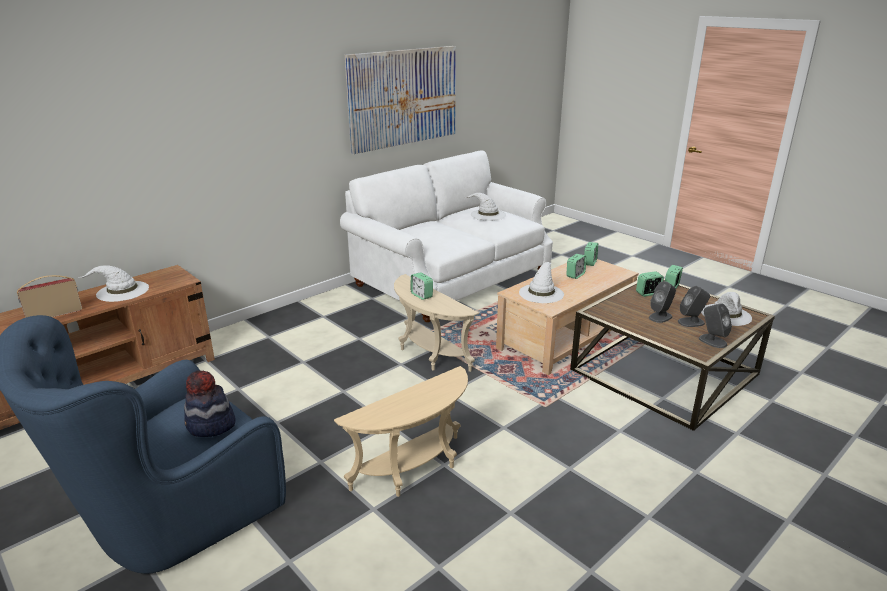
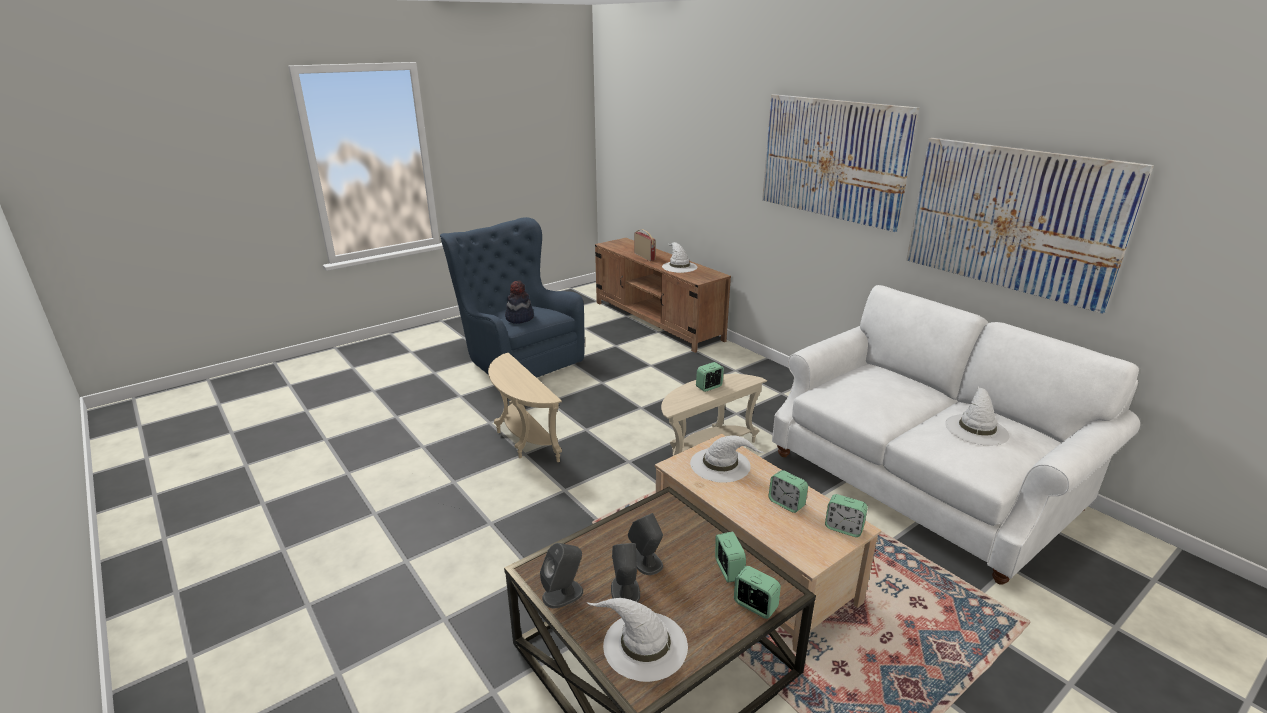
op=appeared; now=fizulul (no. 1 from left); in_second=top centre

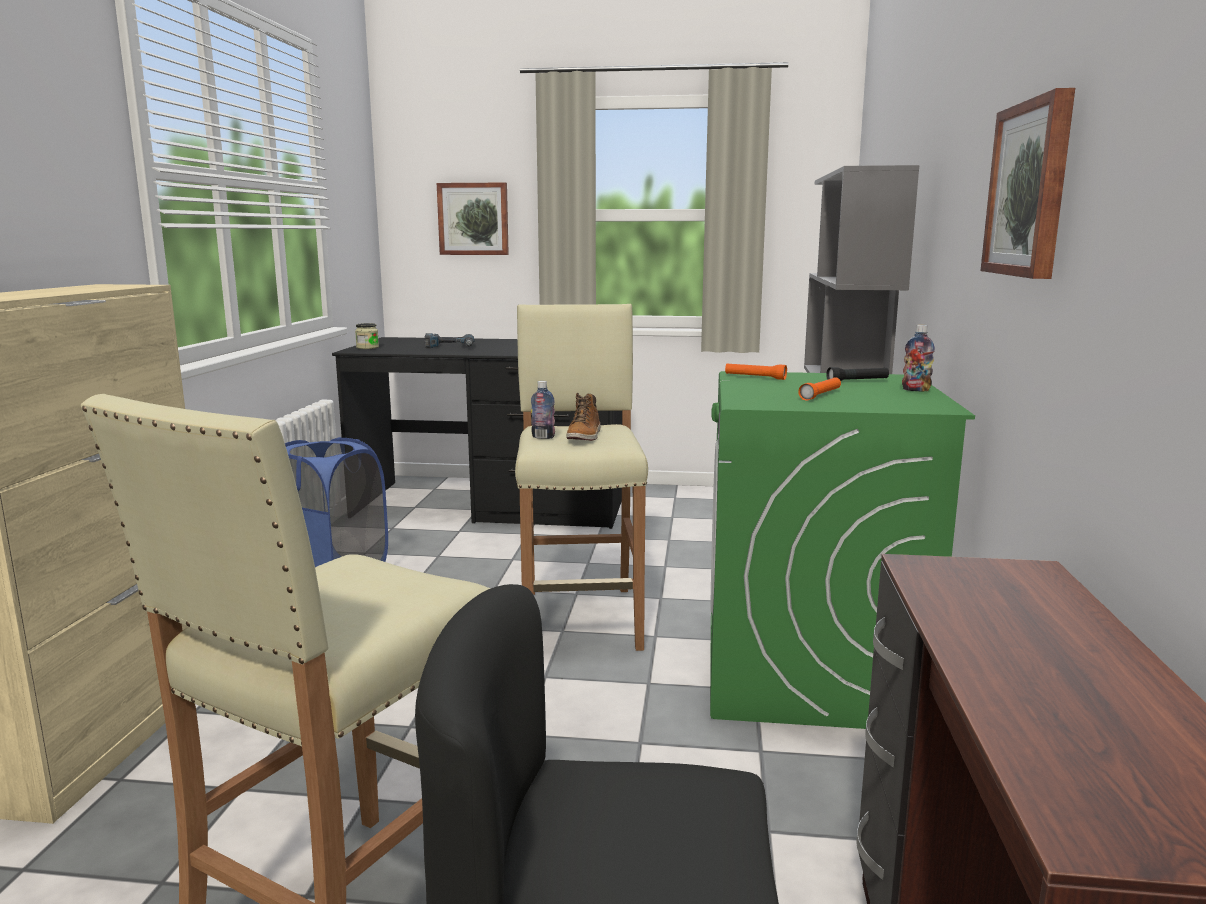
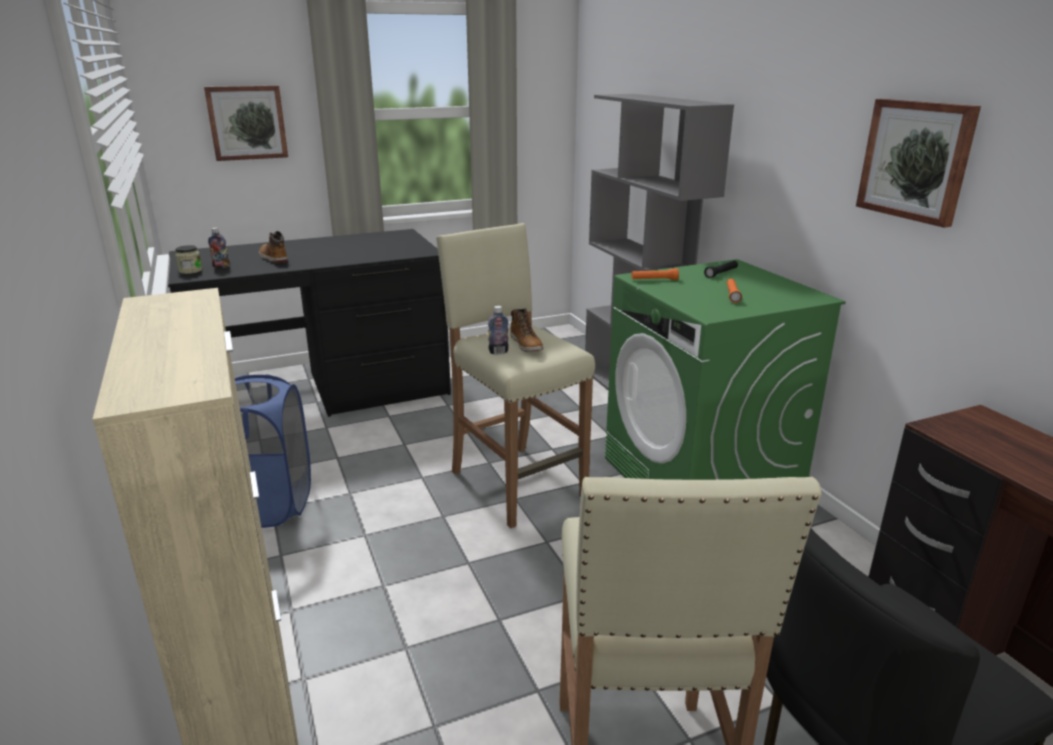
op=exchanged; was=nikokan; now=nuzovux (no. 1 from left); in_first=centre; in_second=top left
op=relocated; was=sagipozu (no. 2 from left in the first image); now=sagipozu (no. 1 from left); in_first=middle right; in_second=top left

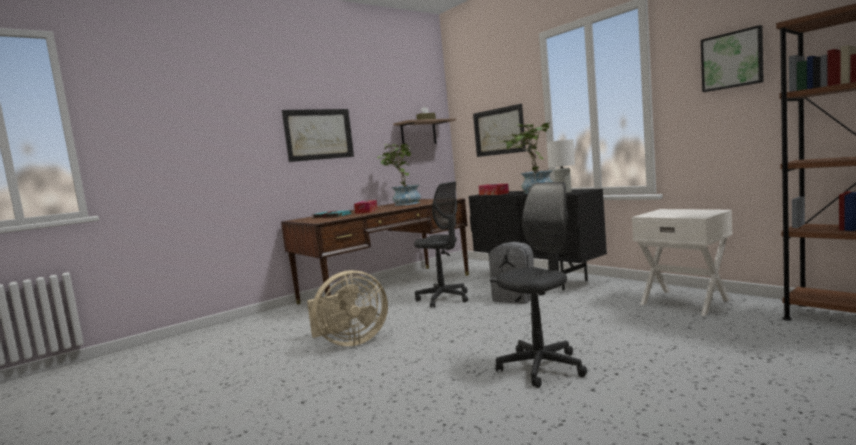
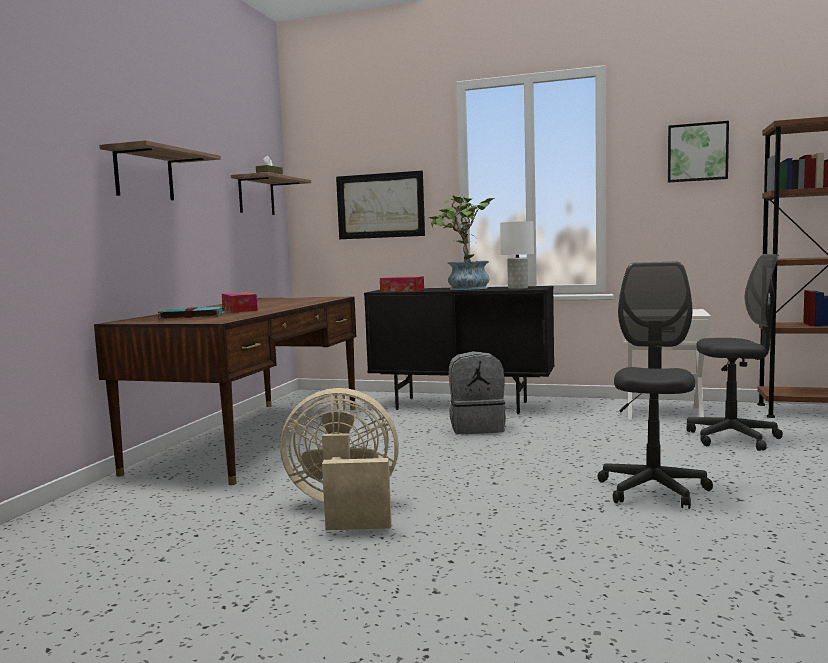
op=exchanged; was=fizulul (no. 1 from left); now=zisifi (no. 1 from left); in_first=top centre; in_second=top left
op=spun; was=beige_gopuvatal; in_first=bottom centre; in_second=bottom centre; clockwise=-120
op=missing; was=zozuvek (no. 1 from left); in_first=centre
op=relocated; was=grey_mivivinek (no. 1 from left in the first image); now=grey_mivivinek (no. 2 from left); in_first=centre; in_second=middle right

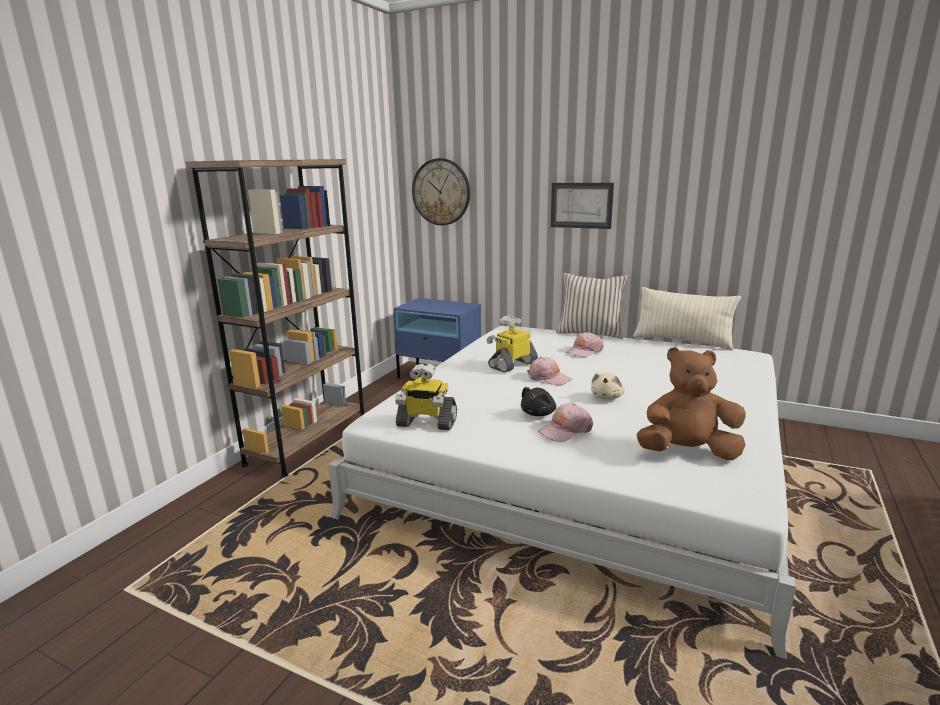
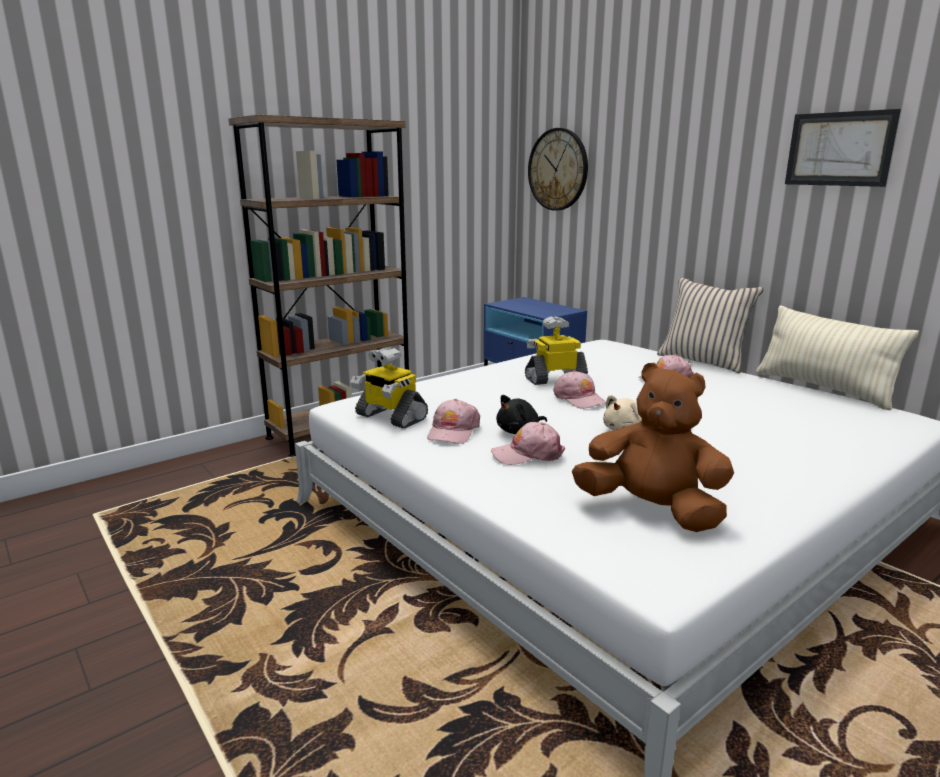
op=relocated; was=fizulul; in_first=top centre; in_second=top right
op=appeared; now=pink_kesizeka (no. 1 from left); in_second=centre

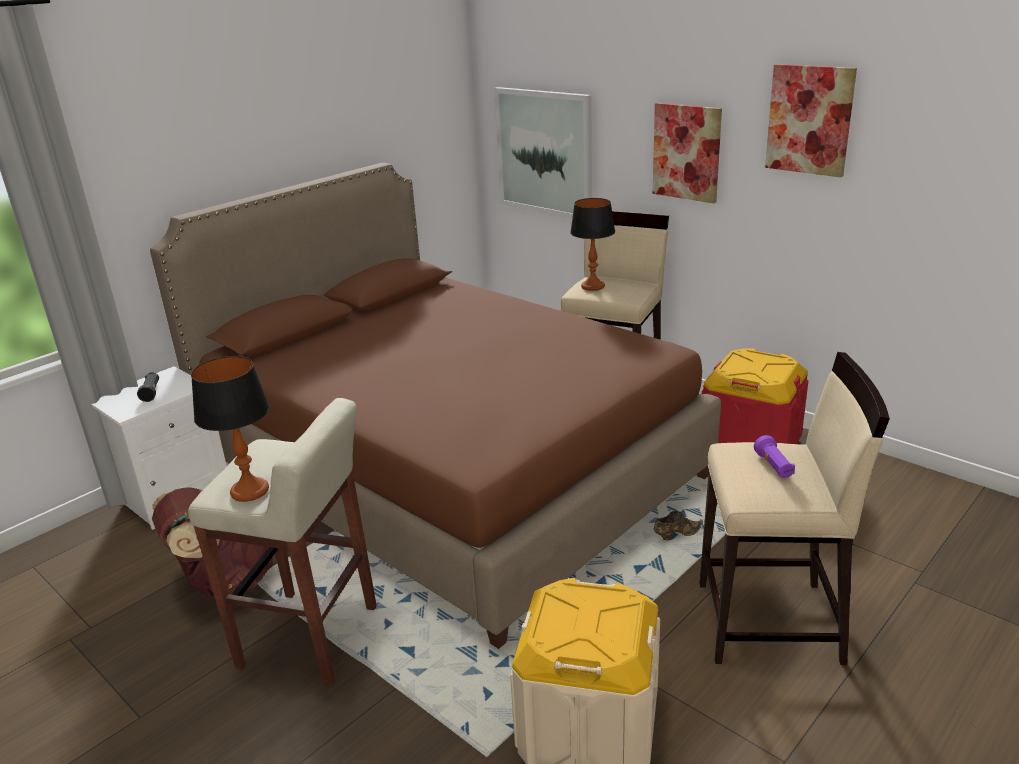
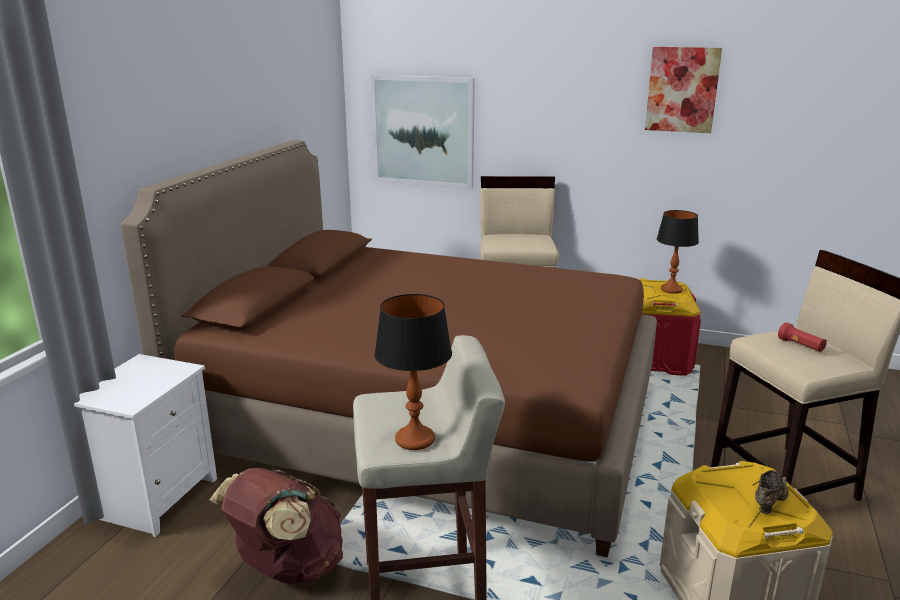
op=missing; was=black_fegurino; in_first=middle left
op=relocated; was=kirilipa (no. 2 from left); in_first=top centre; in_second=middle right
op=missing; was=fizulul (no. 2 from left); in_first=top right
op=relocated; was=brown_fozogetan; in_first=bottom centre; in_second=bottom right
op=colour; was=purple_fegurino; now=red_fegurino; in_first=middle right; in_second=middle right

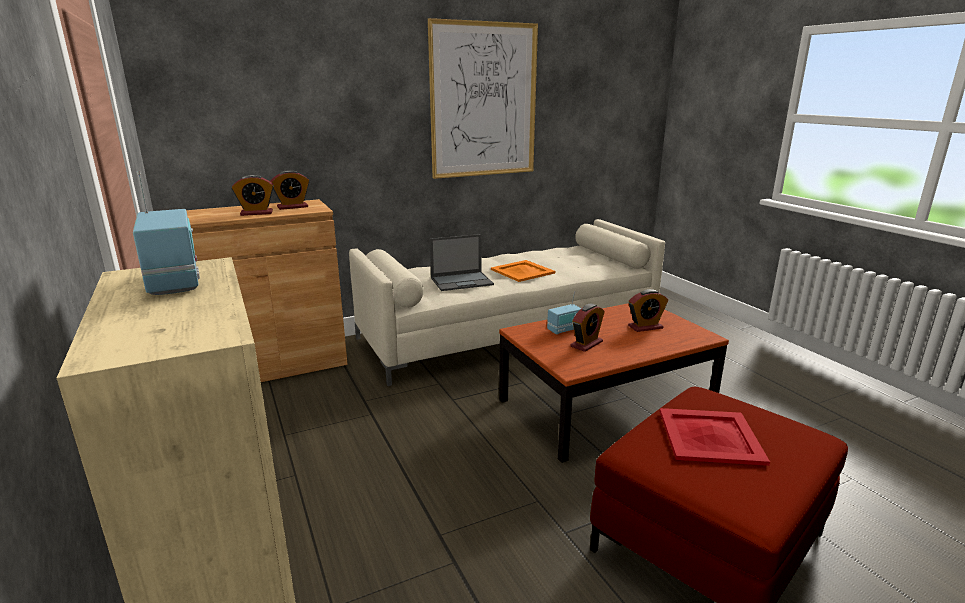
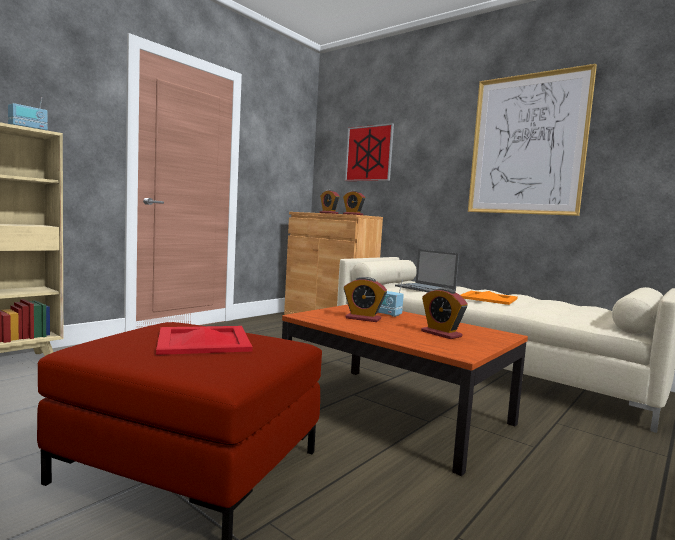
op=appeared; now=fizulul (no. 1 from left); in_second=top centre

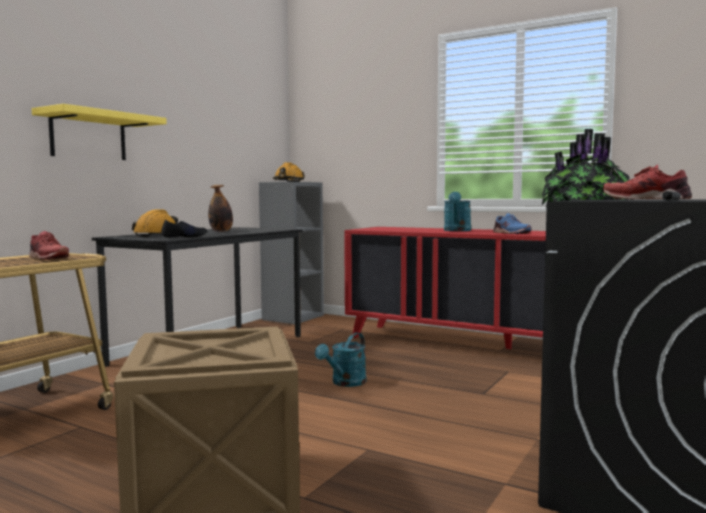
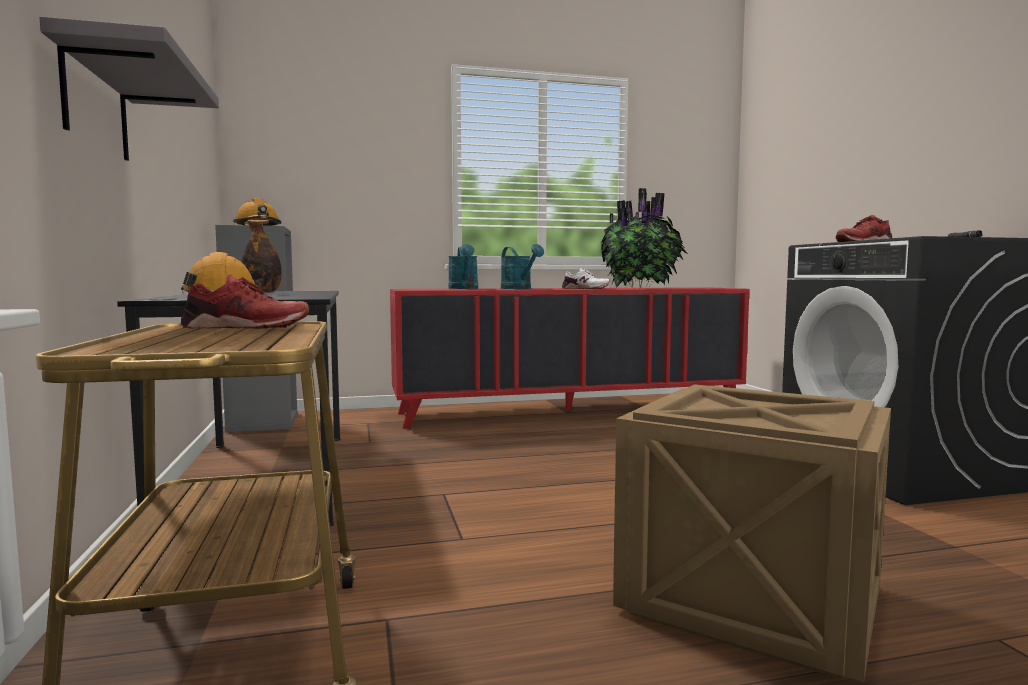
op=colour; was=yellow_zisifi; now=grey_zisifi; in_first=top left; in_second=top left
op=missing; was=black_fozogetan; in_first=middle left
op=relocated; was=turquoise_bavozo (no. 1 from left); in_first=bottom centre; in_second=centre
op=colour; was=blue_fozogetan; now=white_fozogetan; in_first=middle right; in_second=centre

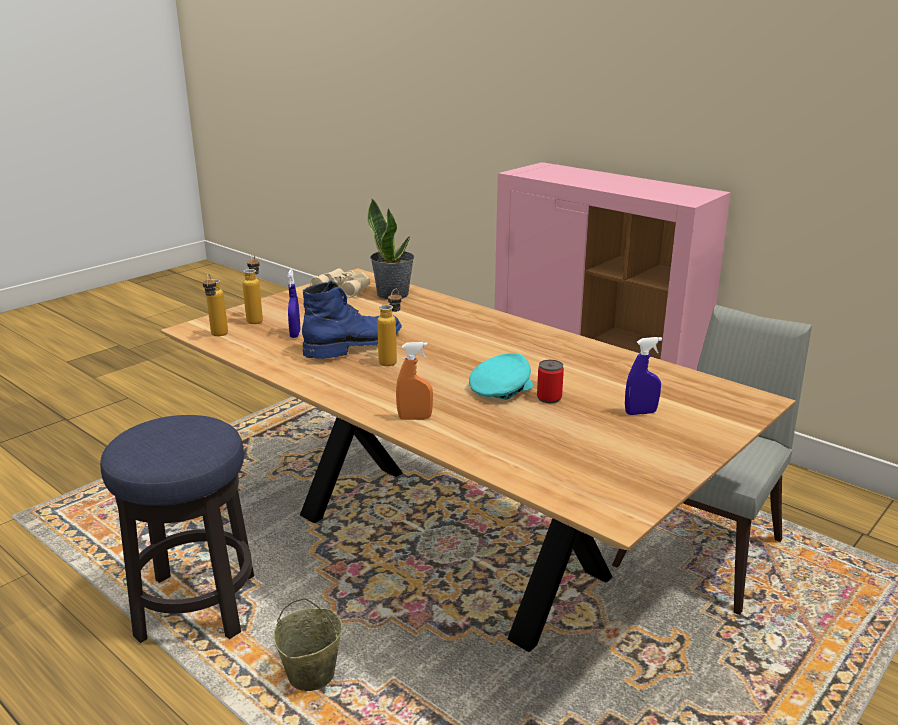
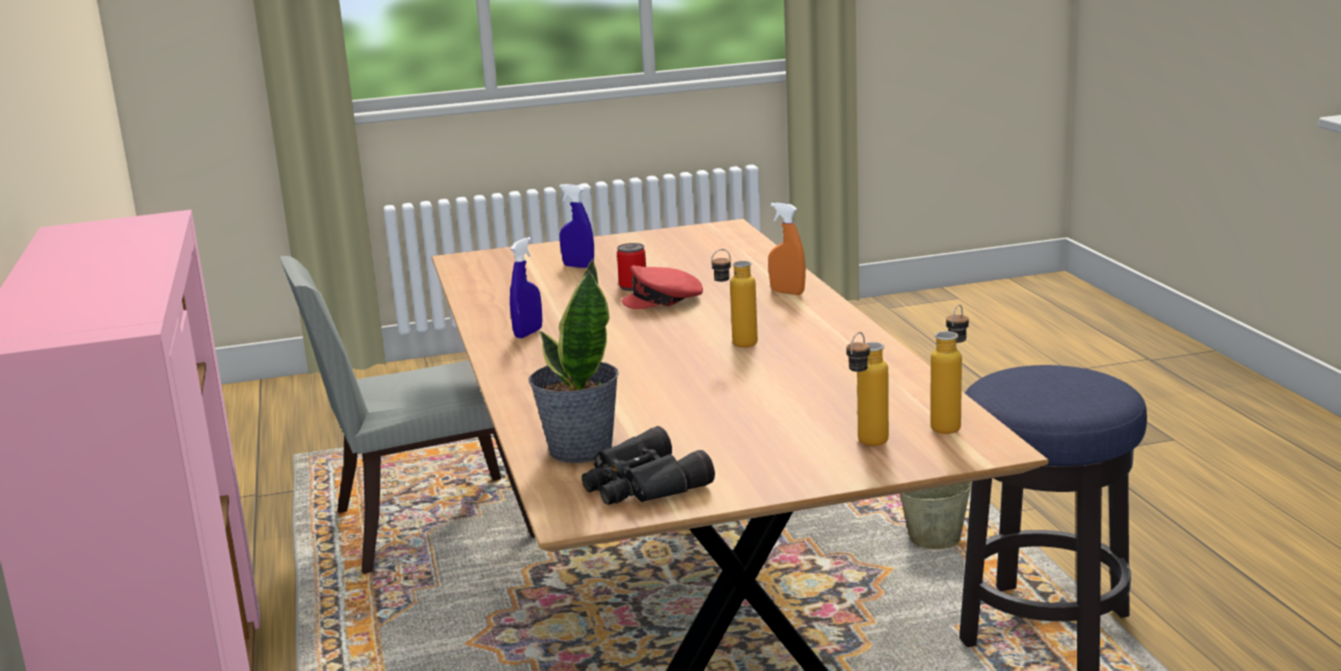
op=relocated; was=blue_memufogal (no. 1 from left); in_first=middle left; in_second=centre
op=missing; was=blue_nuzovux; in_first=centre
op=colour; was=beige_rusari; now=black_rusari; in_first=centre; in_second=bottom centre
op=colour; was=turquoise_kesizeka; now=red_kesizeka; in_first=centre; in_second=centre

